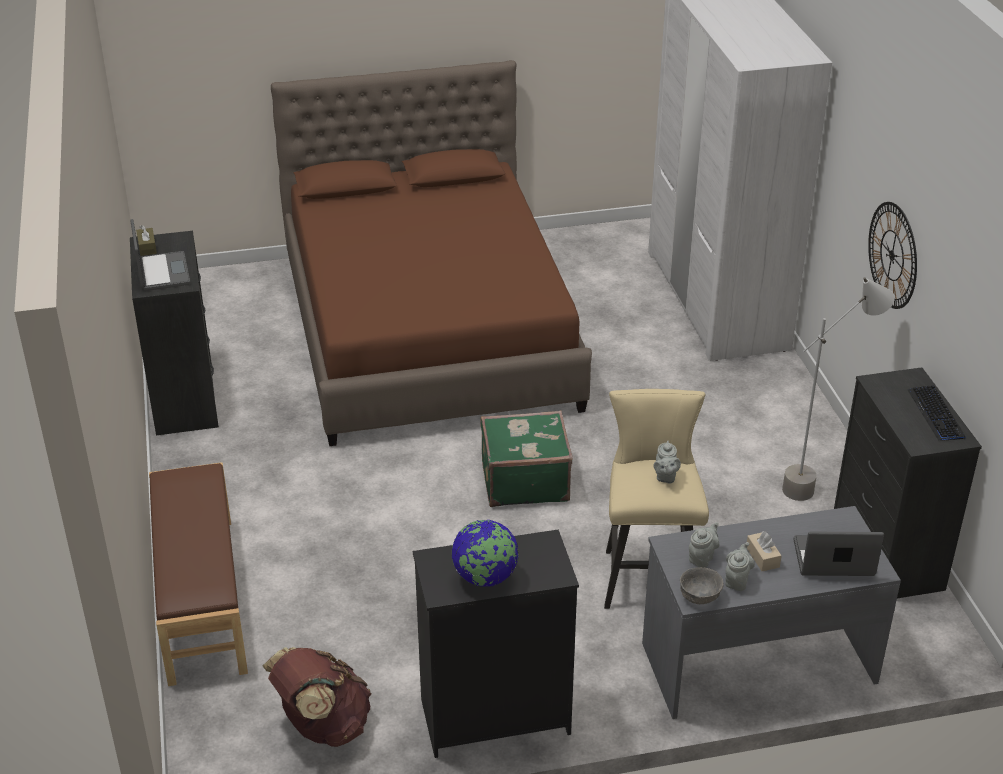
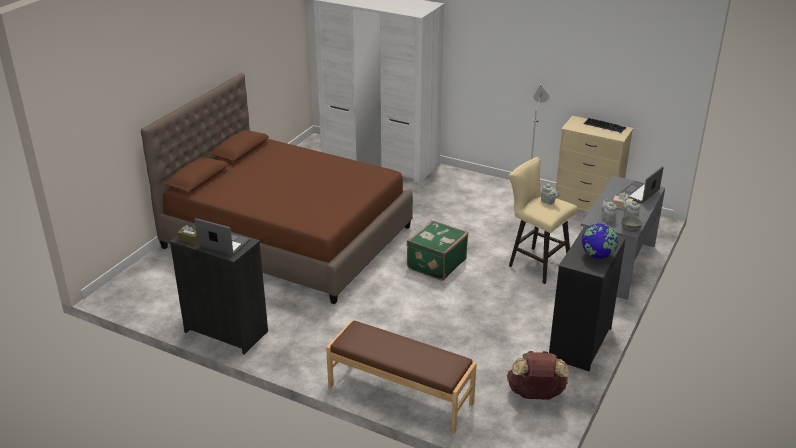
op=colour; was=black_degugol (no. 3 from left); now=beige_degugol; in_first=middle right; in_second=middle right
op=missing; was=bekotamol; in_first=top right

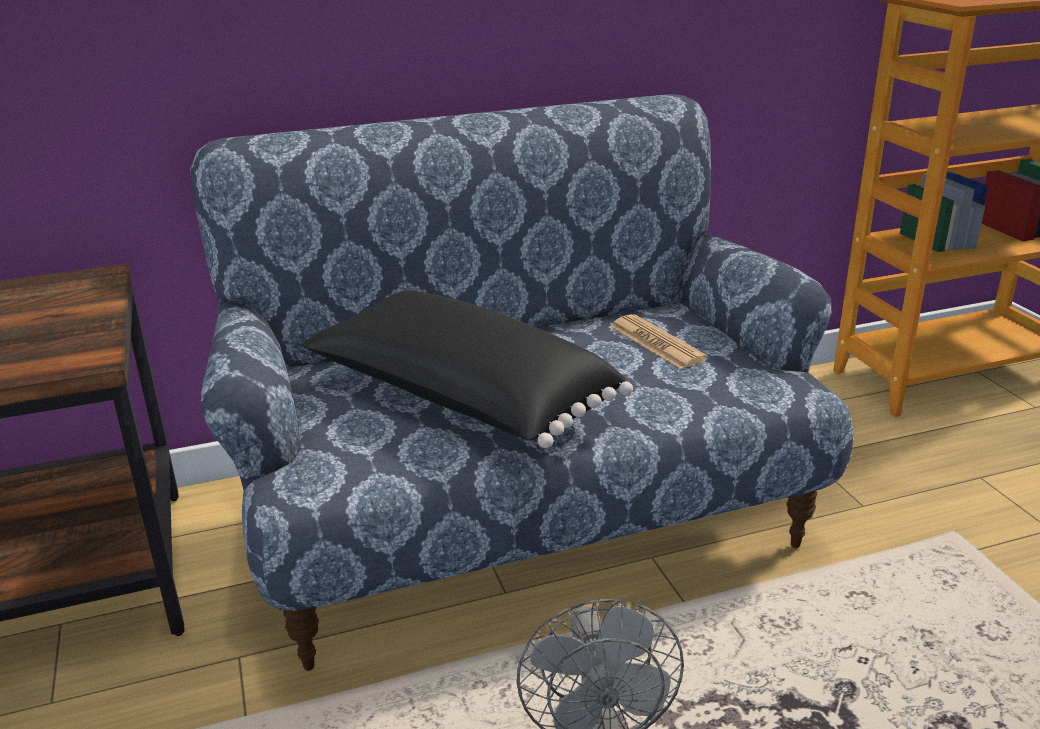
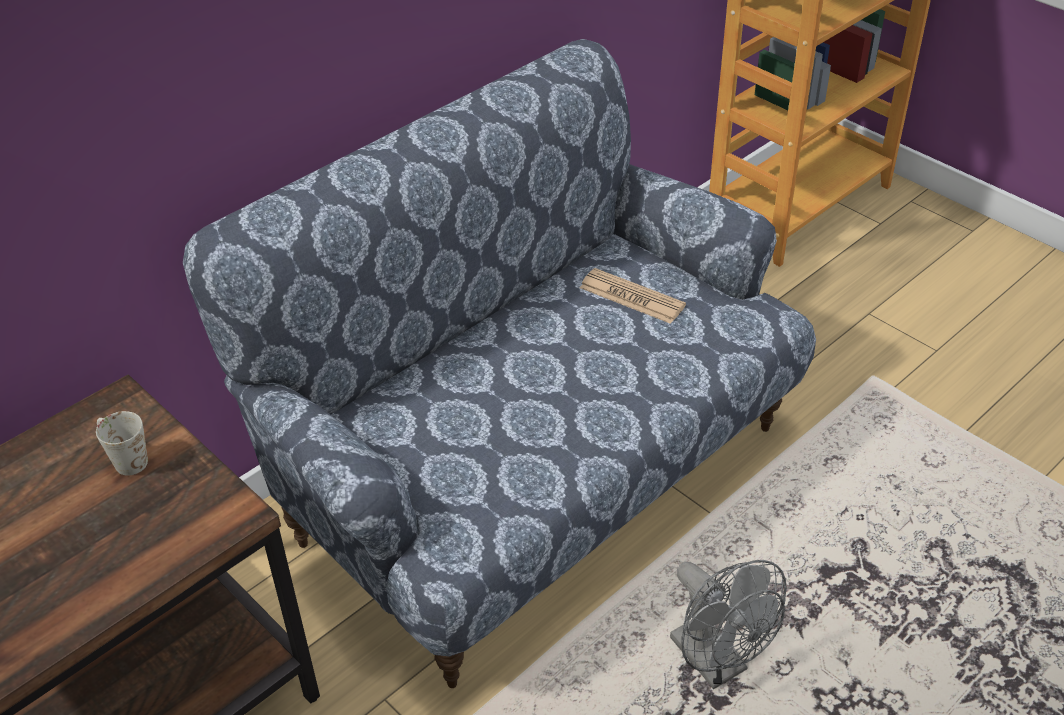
op=missing; was=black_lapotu; in_first=centre
op=appeared; now=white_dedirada; in_second=middle left

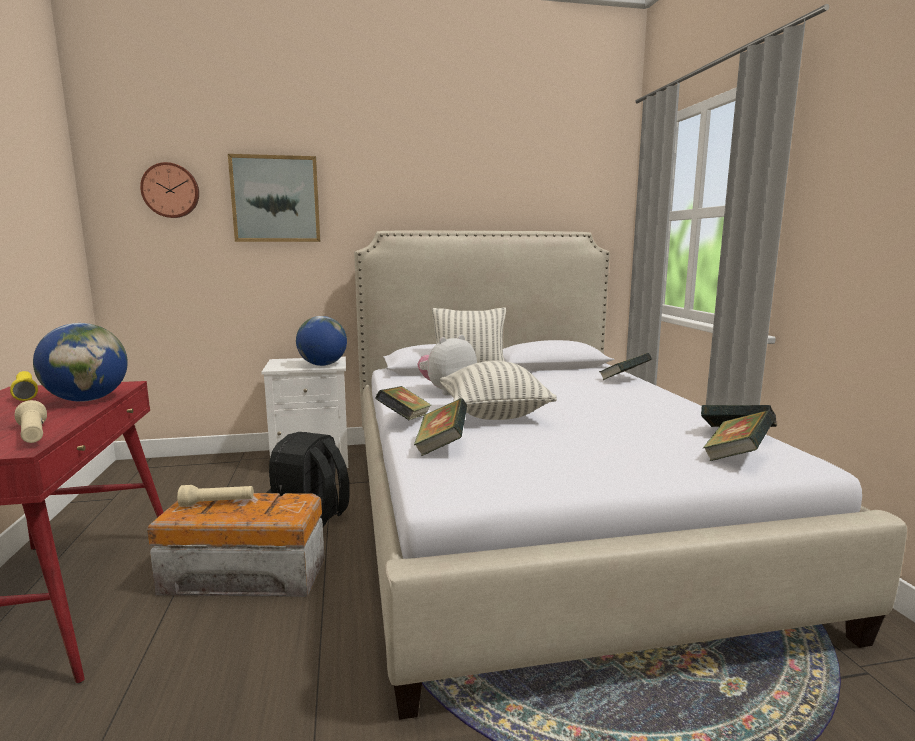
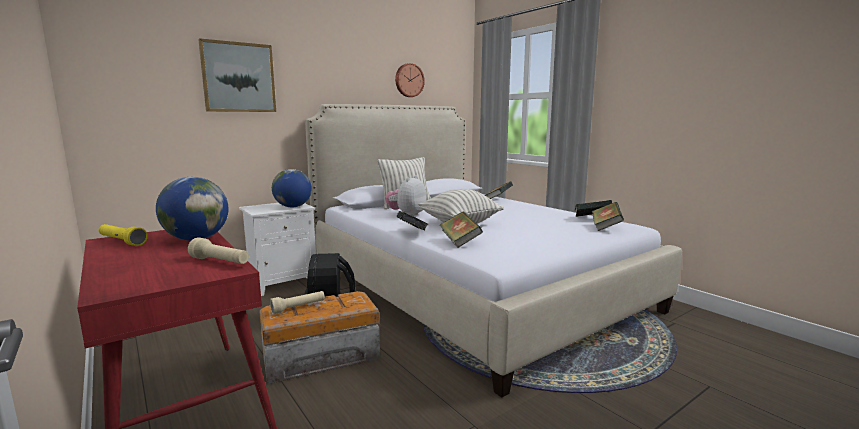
op=relocated; was=bekotamol; in_first=top left; in_second=top centre

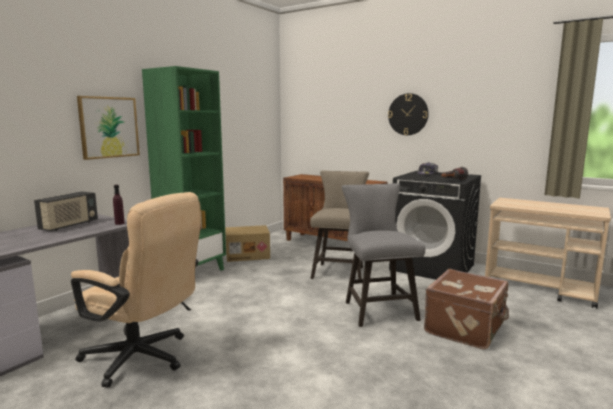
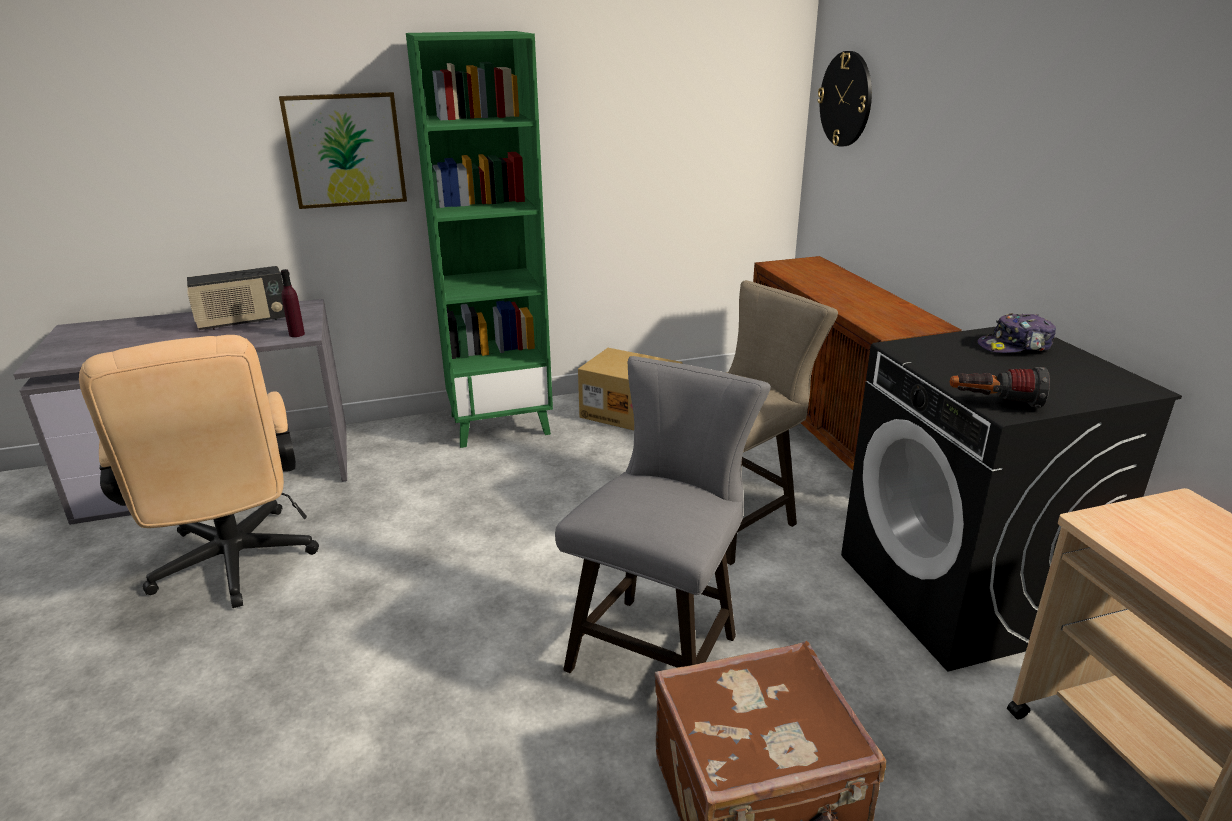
op=relocated; was=bekotamol; in_first=top centre; in_second=top right

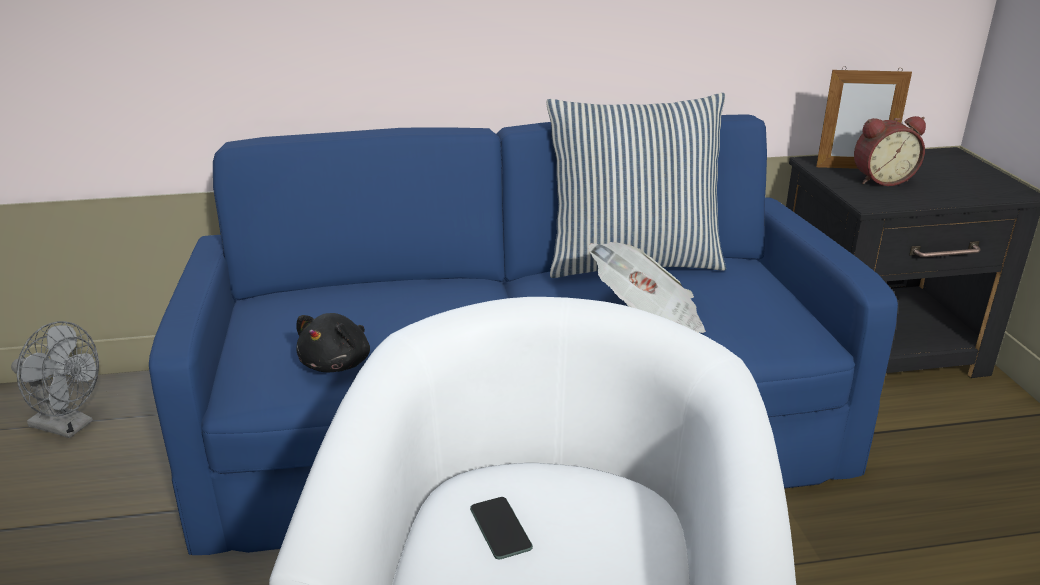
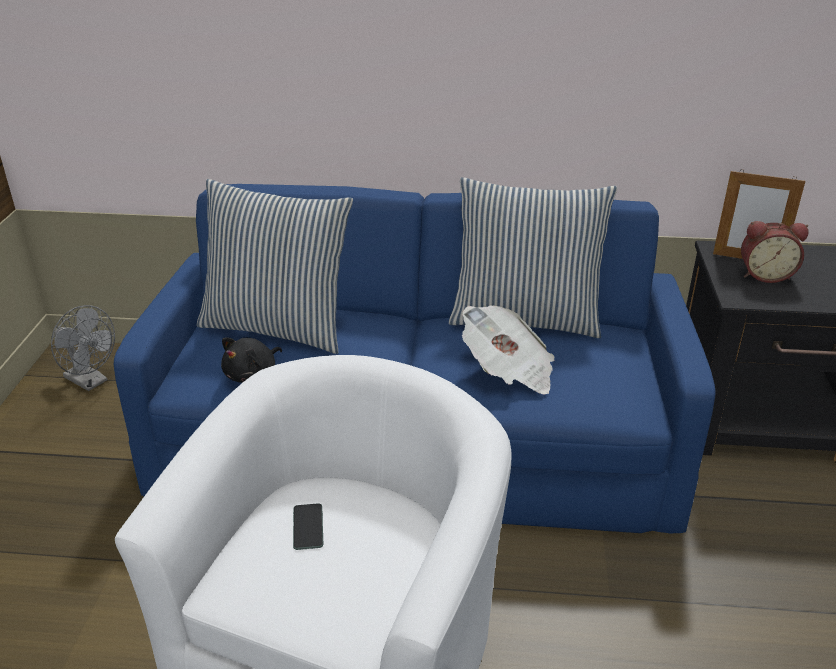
op=appeared; now=lapotu (no. 1 from left); in_second=middle left

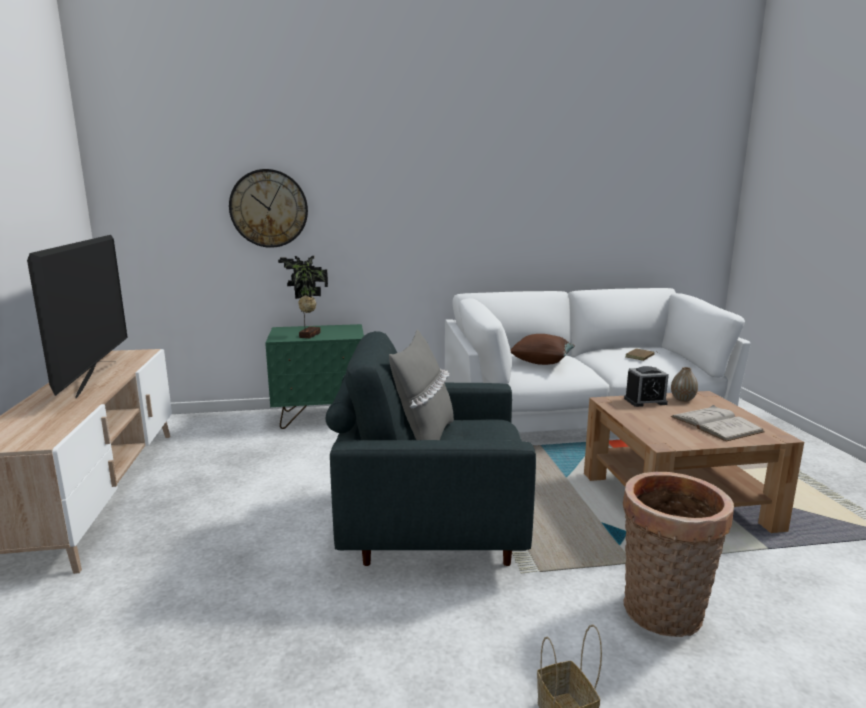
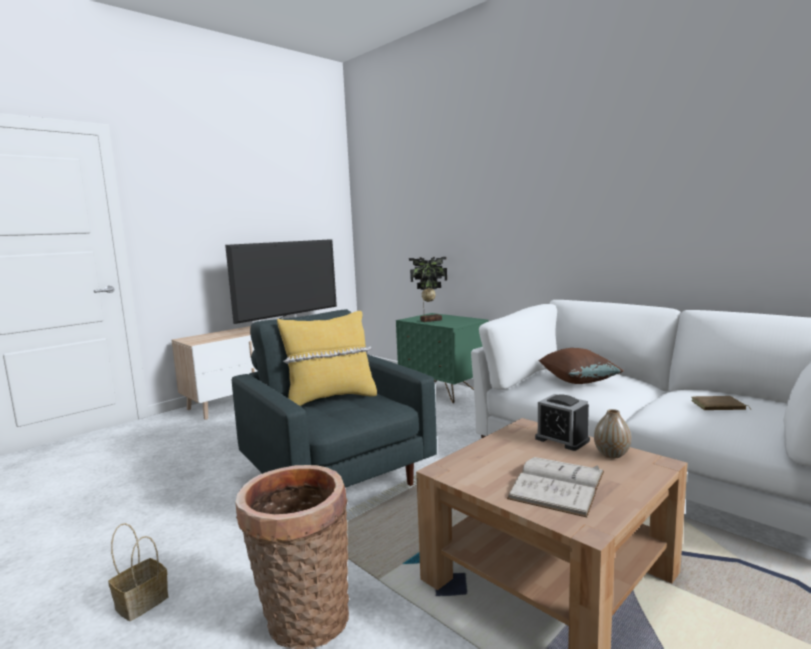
op=missing; was=bekotamol; in_first=top left
op=colour; was=grey_lapotu; now=yellow_lapotu; in_first=centre; in_second=centre

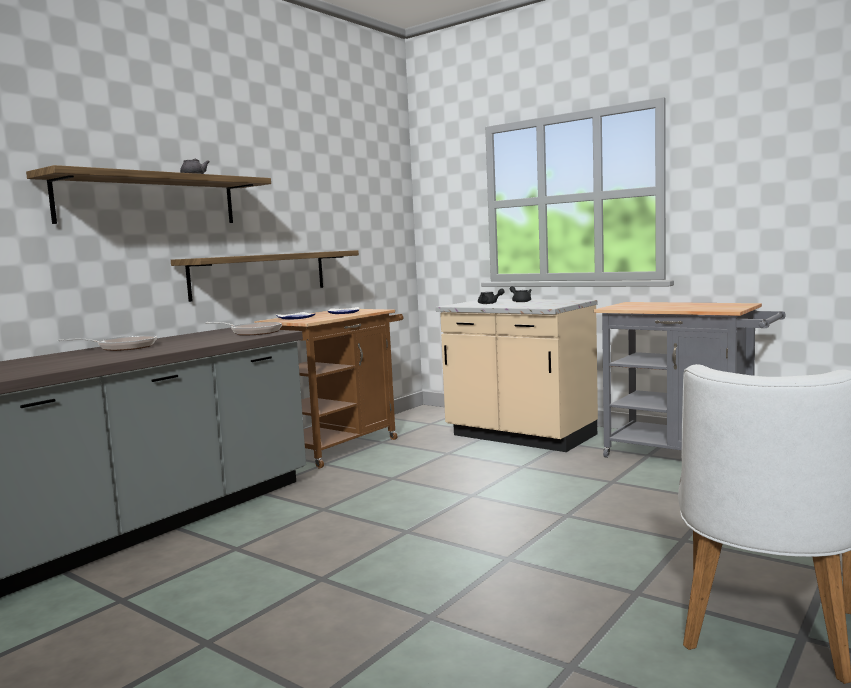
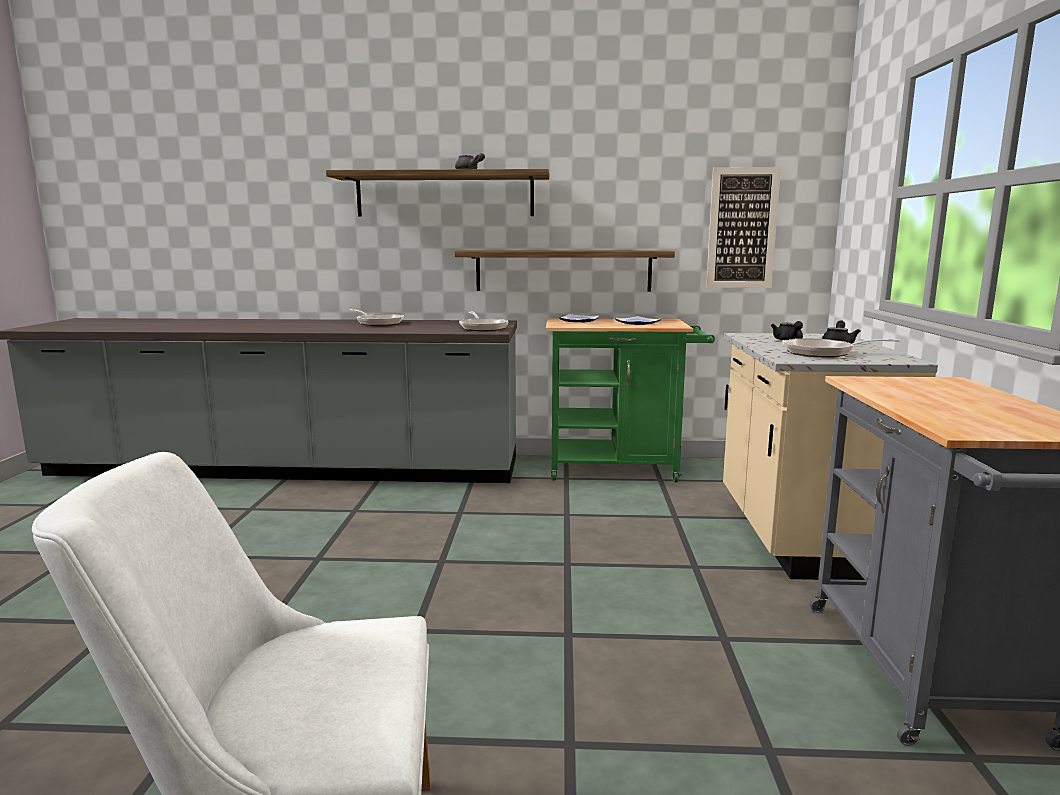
op=colour; was=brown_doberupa; now=green_doberupa; in_first=centre; in_second=centre
op=appeared; now=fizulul; in_second=top right
op=appeared; now=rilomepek (no. 3 from left); in_second=middle right

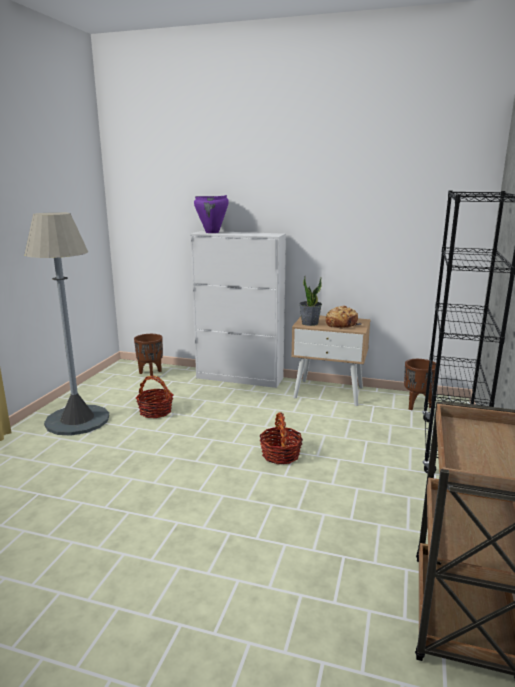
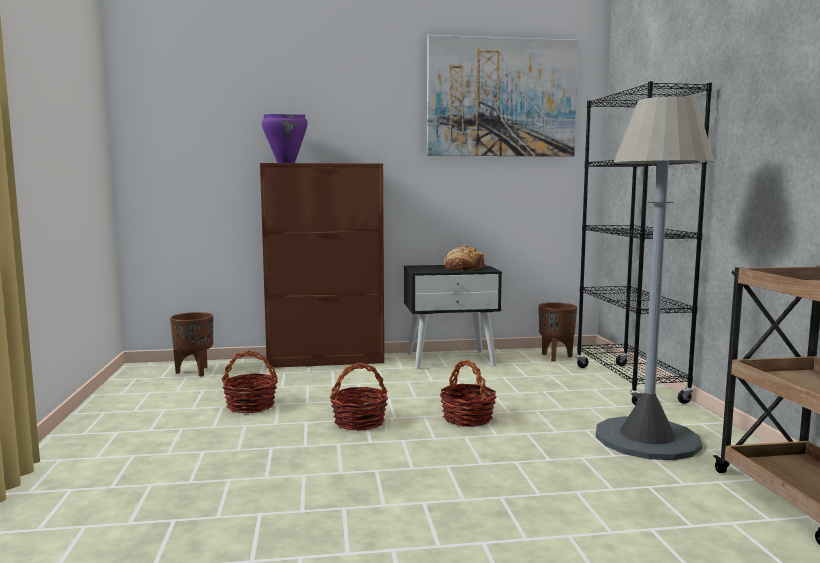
op=relocated; was=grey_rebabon; in_first=middle left; in_second=middle right
op=colour; was=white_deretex; now=brown_deretex; in_first=centre; in_second=centre
op=colour; was=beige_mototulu; now=black_mototulu; in_first=centre; in_second=centre
op=missing; was=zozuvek; in_first=centre
op=appeared; now=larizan (no. 2 from left); in_second=bottom centre
op=appeared; now=fizulul; in_second=top centre

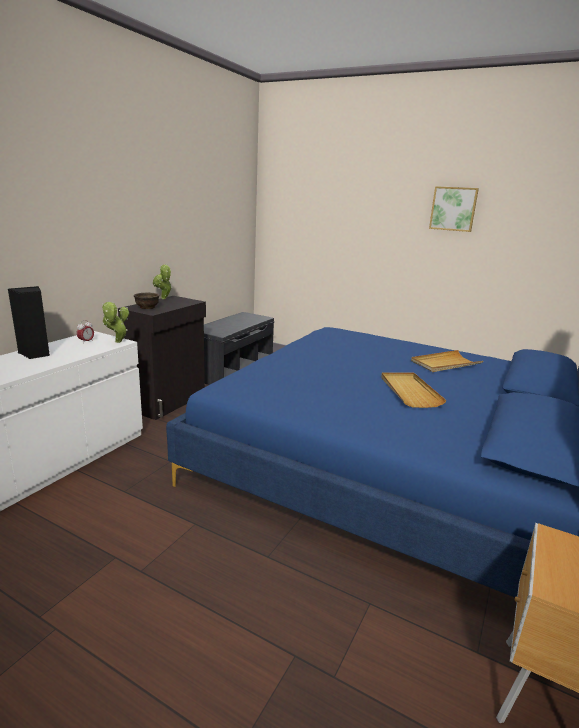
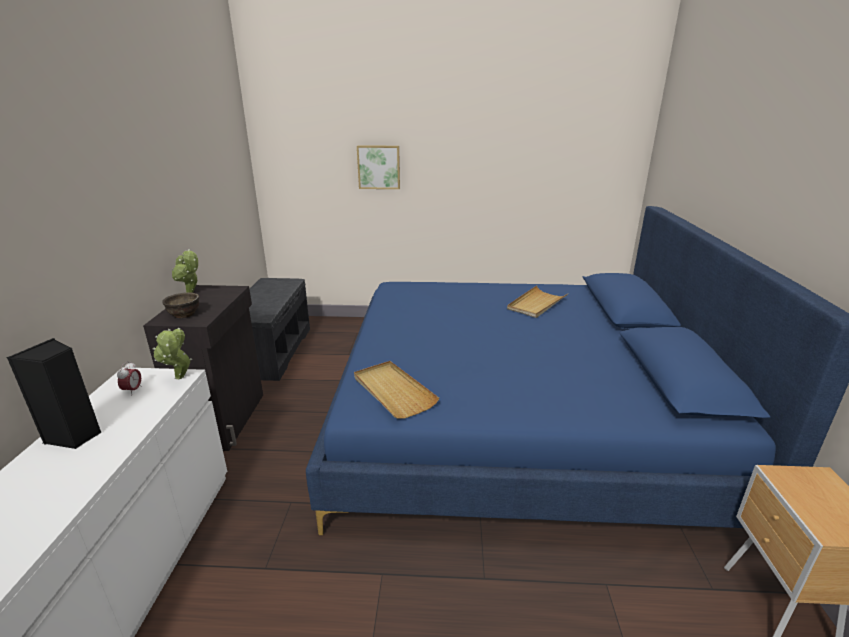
op=relocated; was=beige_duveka (no. 1 from left); in_first=middle right; in_second=centre
op=relocated; was=fizulul; in_first=top right; in_second=top centre

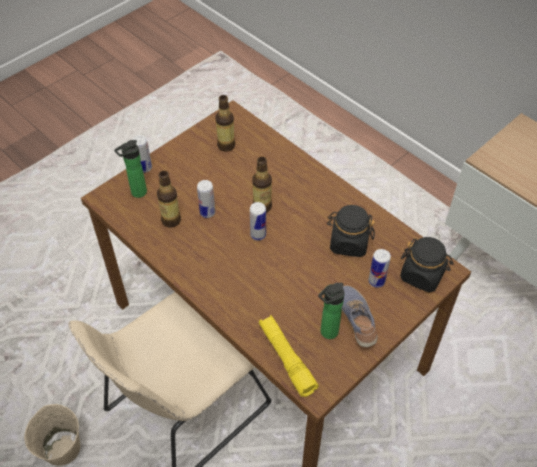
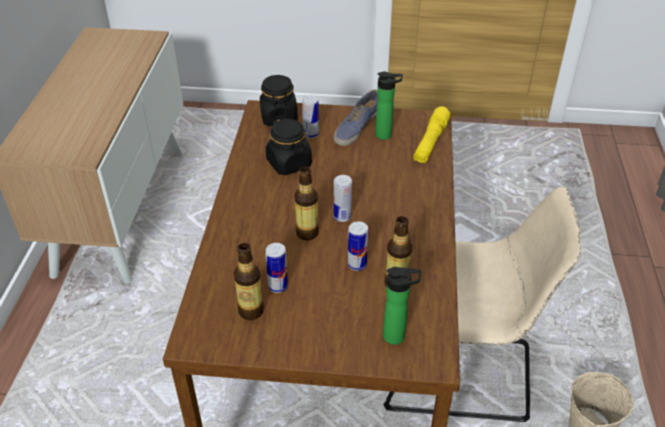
op=relocated; was=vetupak (no. 1 from left); in_first=top left; in_second=centre

